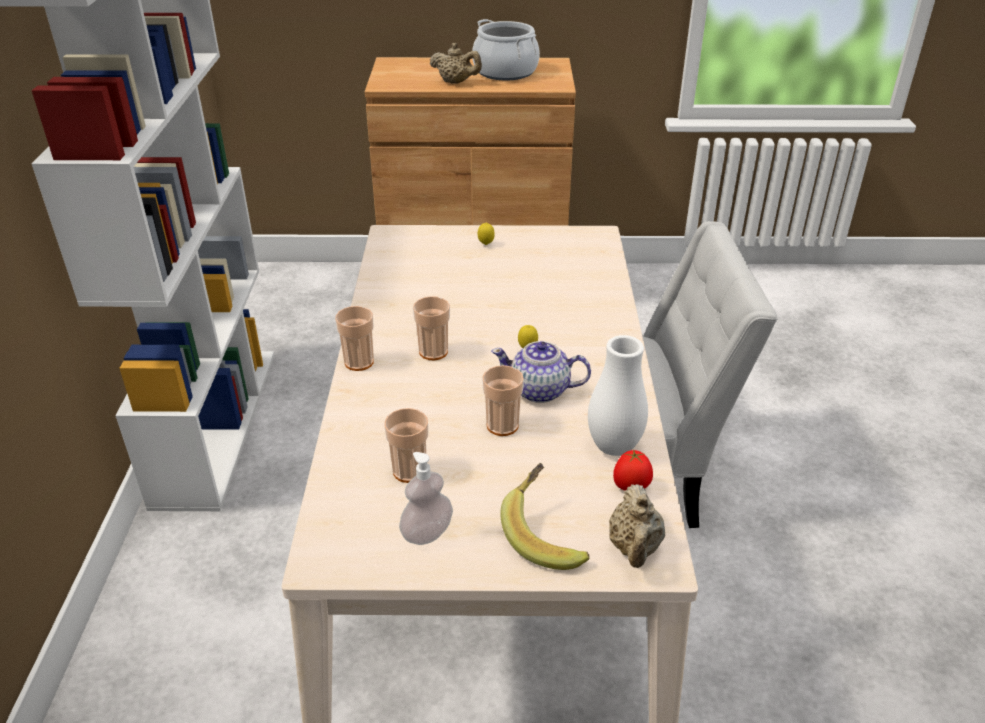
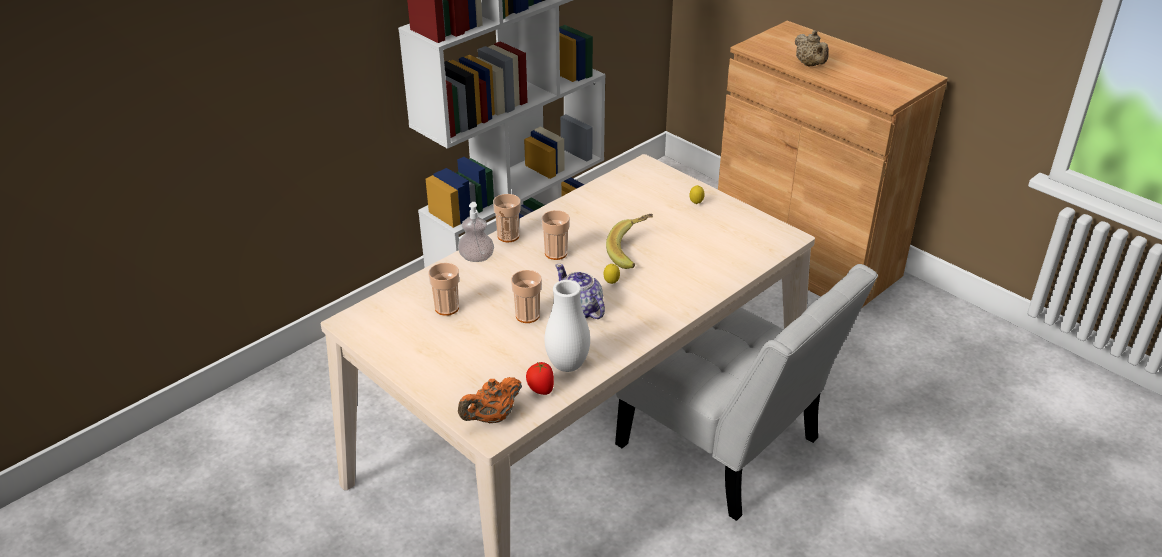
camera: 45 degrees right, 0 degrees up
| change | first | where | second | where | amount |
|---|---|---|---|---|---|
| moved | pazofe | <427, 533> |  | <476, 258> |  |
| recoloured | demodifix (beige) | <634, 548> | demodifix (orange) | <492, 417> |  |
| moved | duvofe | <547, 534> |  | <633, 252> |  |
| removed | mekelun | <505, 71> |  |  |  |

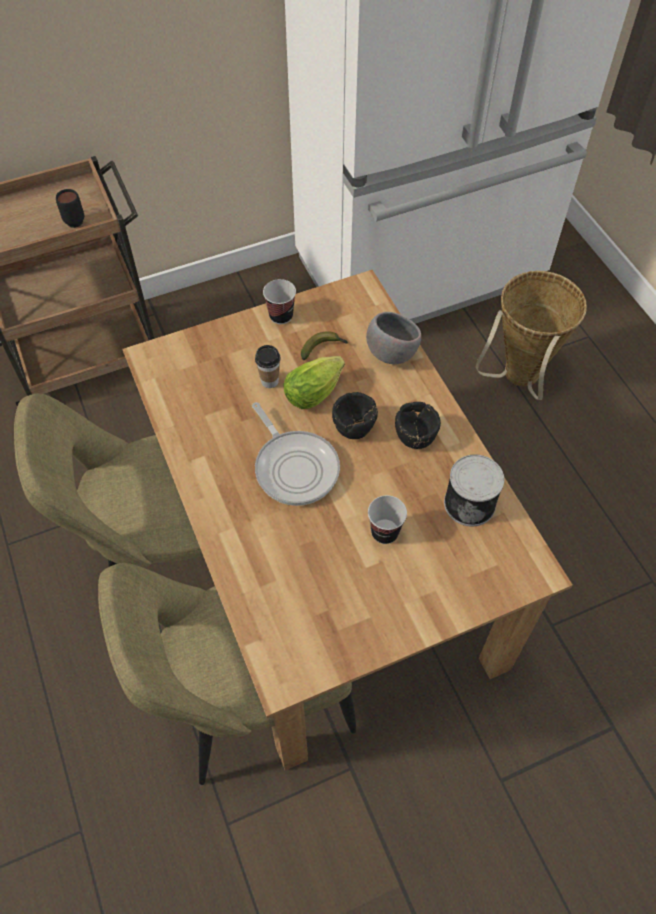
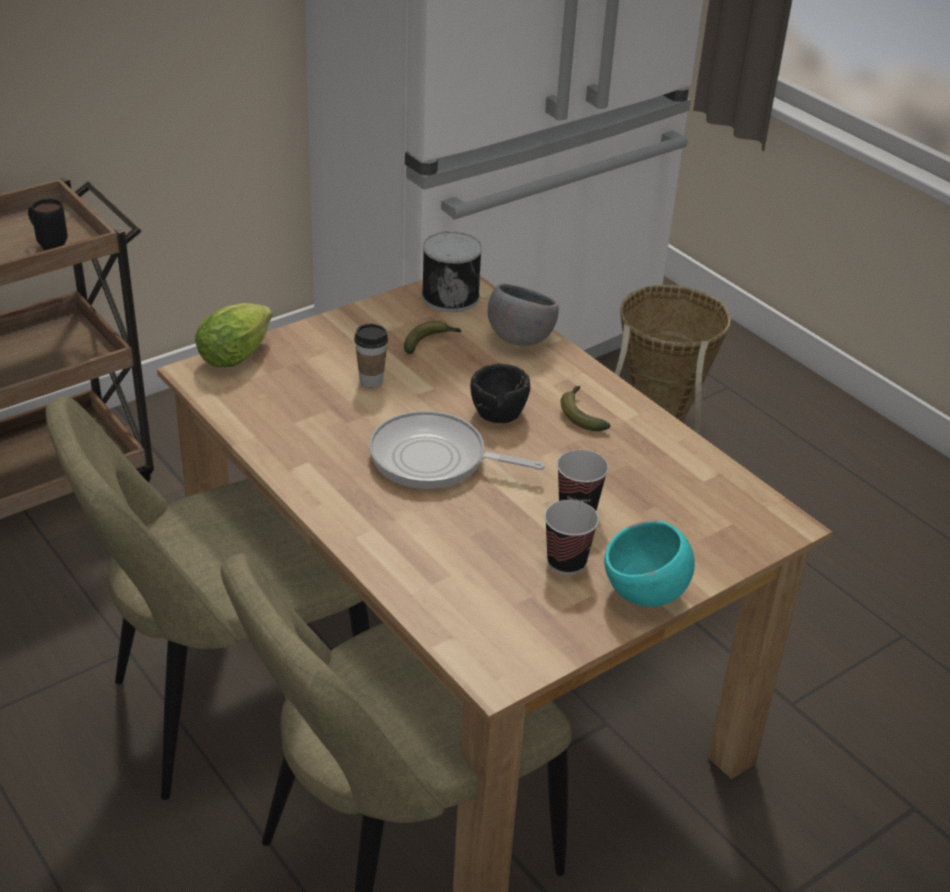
camera: 15 degrees left, 20 degrees down
| change | first | where | second | where | amount |
|---|---|---|---|---|---|
| moved | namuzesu | <316, 391> |  | <238, 354> |  |
| turned | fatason | <294, 467> |  | <435, 459> | 150 degrees clockwise |
| moved | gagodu | <470, 502> |  | <451, 296> |  |
| moved | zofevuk | <281, 316> |  | <566, 562> |  |
| replaced | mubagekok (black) | <415, 437> | duvofe | <581, 414> |  |
| added |  |  | mubagekok (turquoise) | <645, 594> |  |

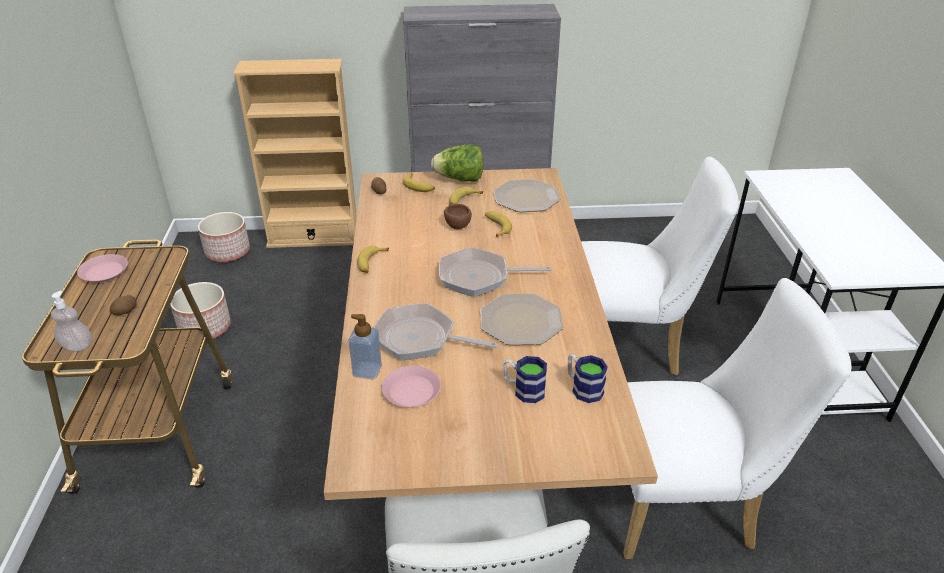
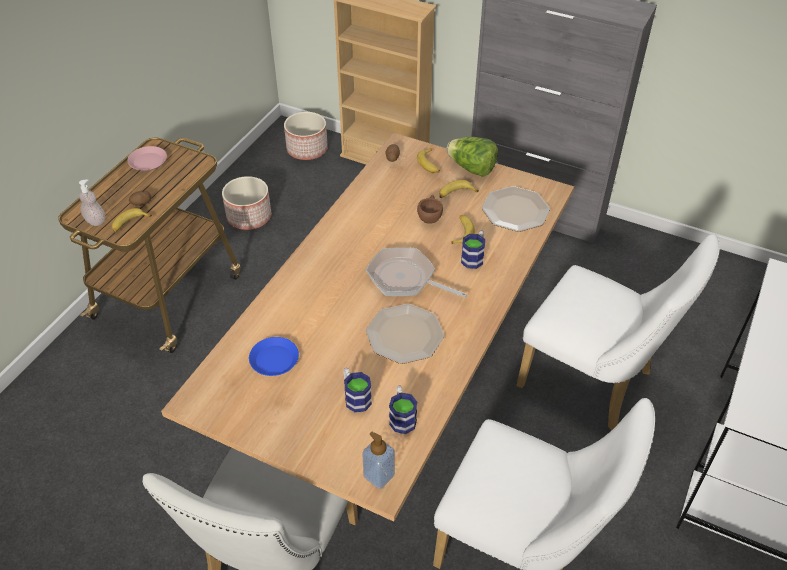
camera: 30 degrees right, 10 degrees up
| change | first | where | second | where | amount |
|---|---|---|---|---|---|
| moved | duvofe | <371, 263> |  | <129, 224> |  |
| recoloured | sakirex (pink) | <412, 391> | sakirex (blue) | <274, 360> |  |
| moved | pazofe | <367, 371> |  | <379, 475> |  |
| added |  |  | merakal | <474, 257> |  |
| removed | fatason | <420, 339> |  |  |  |

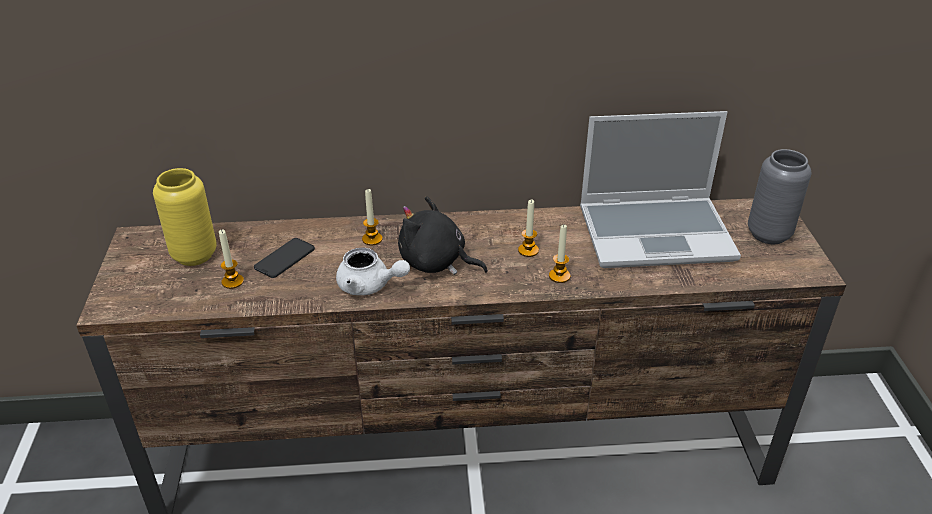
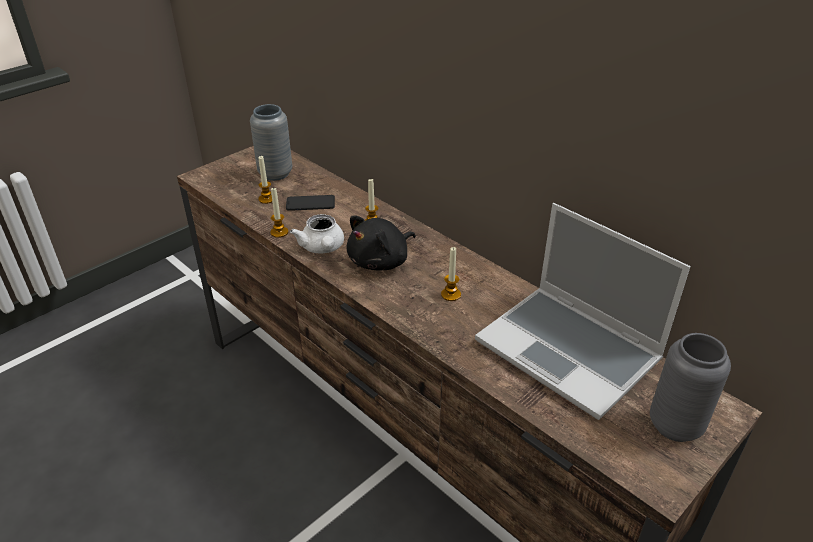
camera: 50 degrees right, 0 degrees up
| change | first | where | second | where | amount |
|---|---|---|---|---|---|
| recoloured | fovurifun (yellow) | <194, 255> | fovurifun (grey) | <275, 174> |  |
| moved | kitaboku | <559, 276> |  | <279, 232> |  |
| turned | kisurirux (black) | <436, 263> |  | <381, 261> | 120 degrees counterclockwise |

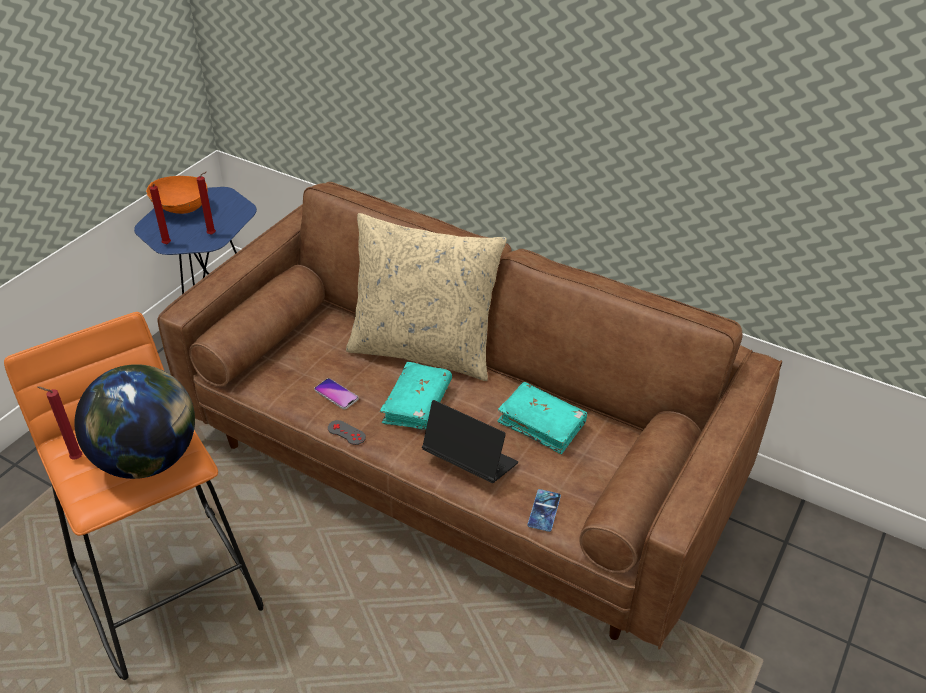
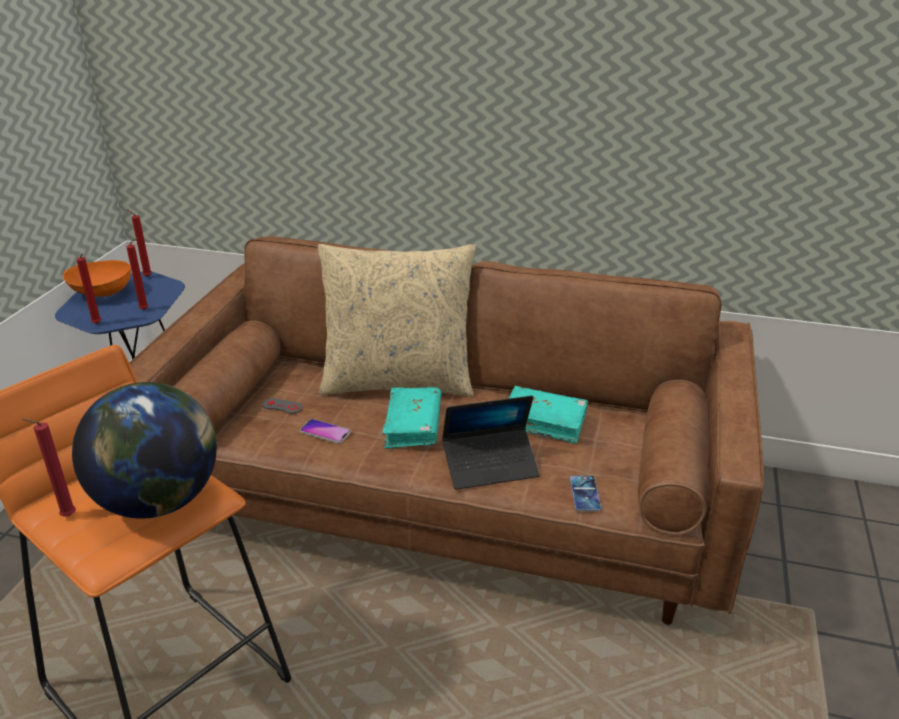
camera: 15 degrees left, 10 degrees down
| change | first | where | second | where | amount |
|---|---|---|---|---|---|
| added |  |  | kitaboku (red) | <146, 276> |  |
| moved | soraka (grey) | <346, 432> |  | <282, 406> |  |
| turned | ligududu | <469, 462> |  | <490, 466> | 150 degrees clockwise |

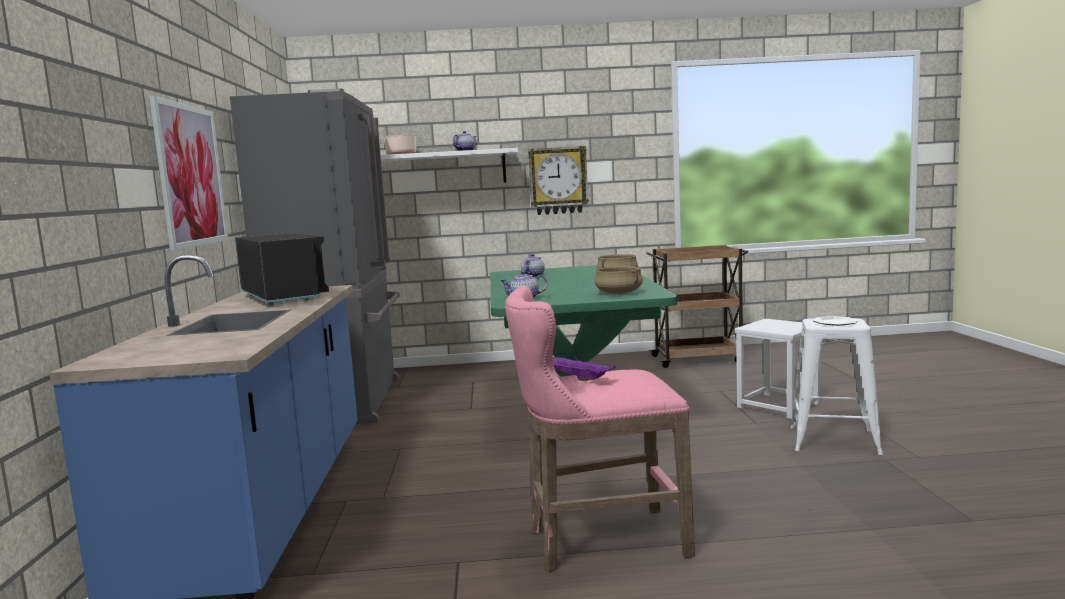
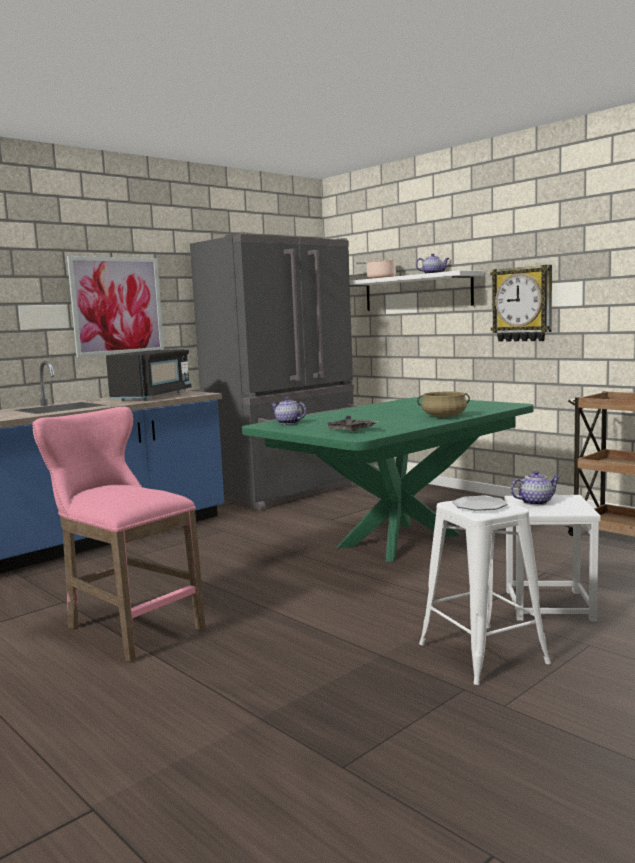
camera: 50 degrees right, 0 degrees up
| change | first | where | second | where | amount |
|---|---|---|---|---|---|
| replaced | mekelun (beige) | <619, 293> | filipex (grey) | <351, 430> |  |
| moved | demodifix | <533, 276> |  | <535, 502> |  |
| removed | filipex (purple) | <577, 378> |  |  |  |

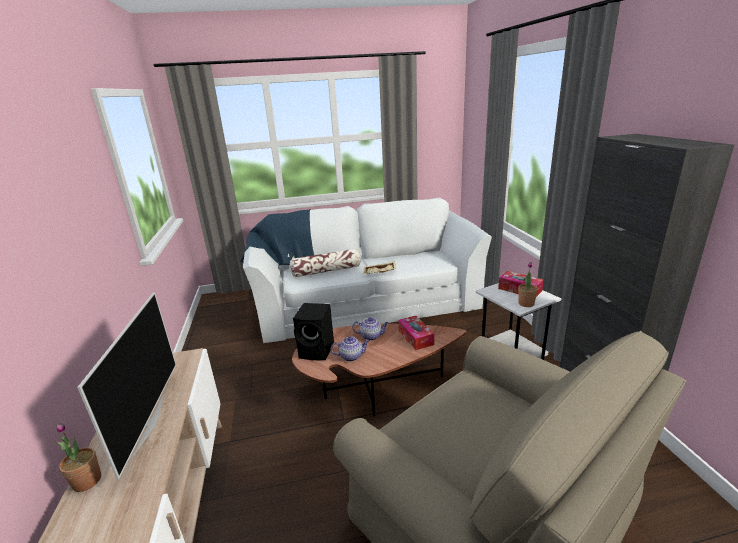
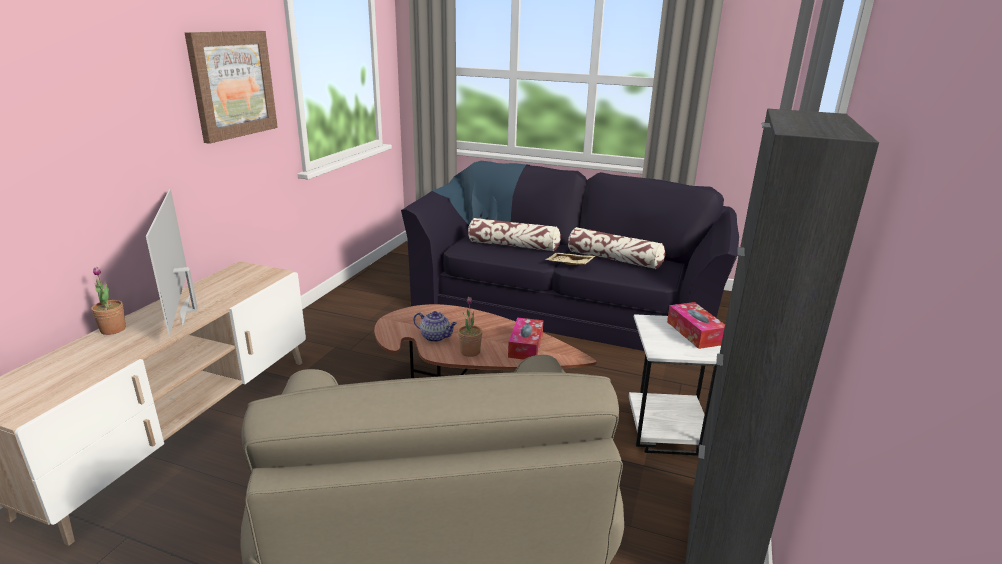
camera: 30 degrees right, 0 degrees up
| change | first | where | second | where | amount |
|---|---|---|---|---|---|
| turned | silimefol | <148, 424> |  | <189, 310> | 135 degrees clockwise |
| added |  |  | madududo | <232, 84> |  |
| recoloured | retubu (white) | <365, 301> | retubu (black) | <564, 303> |  |
| moved | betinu | <526, 303> |  | <470, 352> |  |
| added |  |  | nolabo | <614, 259> |  |
| removed | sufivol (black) | <318, 350> |  |  |  |
| removed | demodifix | <371, 336> |  |  |  |

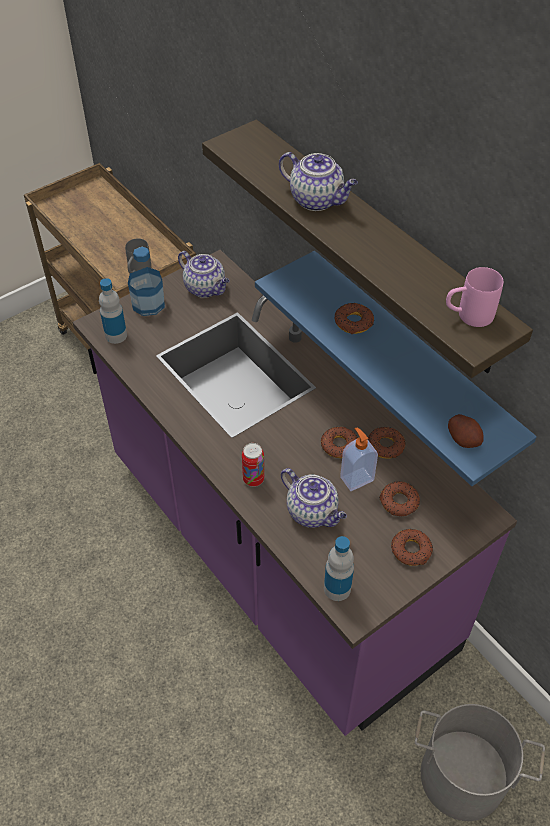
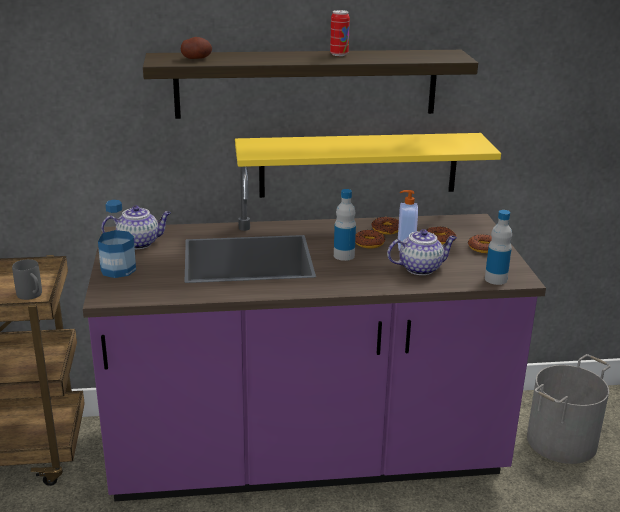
camera: 60 degrees left, 25 degrees down
| change | first | where | second | where | amount |
|---|---|---|---|---|---|
| moved | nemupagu | <464, 439> |  | <196, 58> |  |
| recoloured | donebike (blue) | <411, 362> | donebike (yellow) | <358, 165> |  |
| moved | gagodu | <253, 479> |  | <339, 54> |  |
| moved | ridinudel | <116, 335> |  | <344, 255> |  |
| removed | demodifix | <317, 200> |  |  |  |
| removed | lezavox | <353, 322> |  |  |  |
| removed | merakal (pink) | <467, 316> |  |  |  |

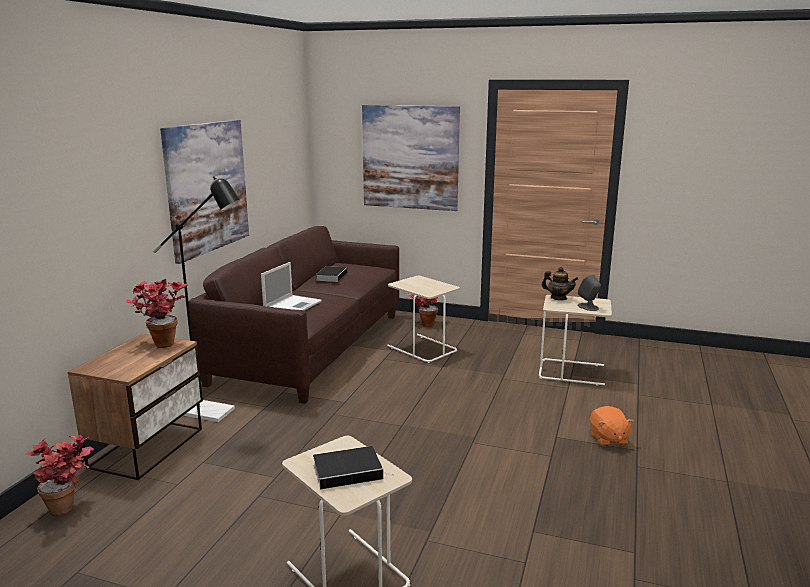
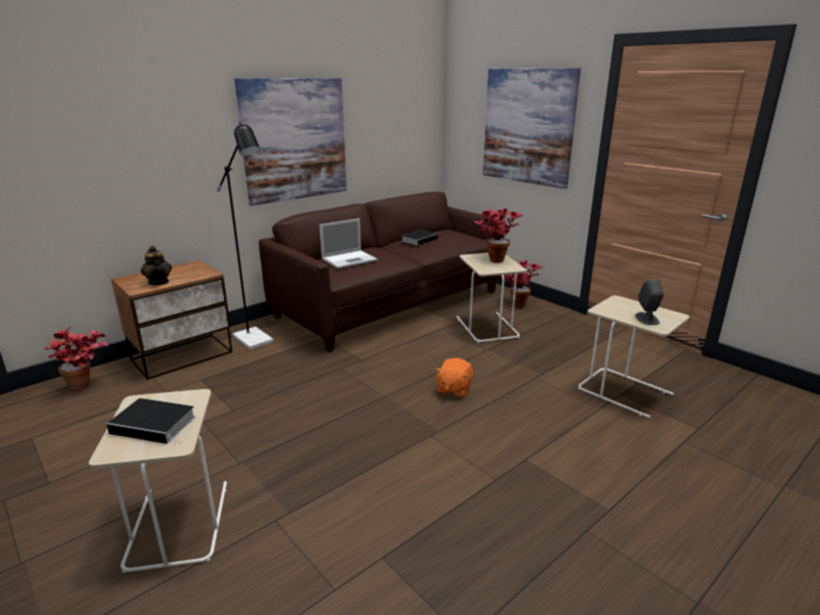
camera: 30 degrees right, 5 degrees up
| change | first | where | second | where | amount |
|---|---|---|---|---|---|
| moved | demodifix | <558, 298> |  | <159, 282> |  |
| moved | kisurirux (orange) | <608, 439> |  | <453, 389> |  |
| moved | betinu | <161, 342> |  | <494, 259> |  |

